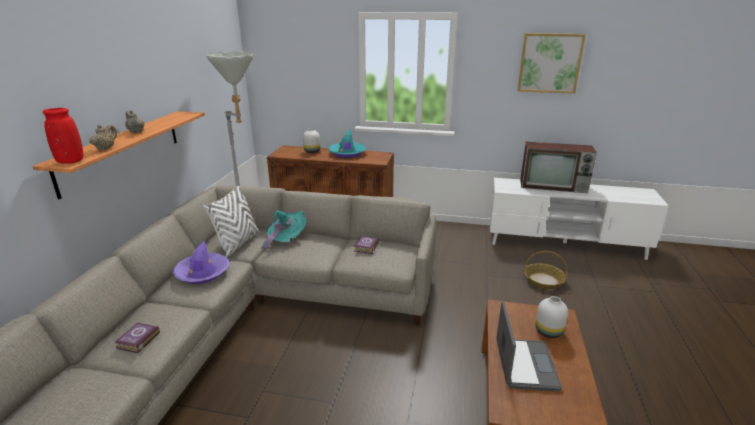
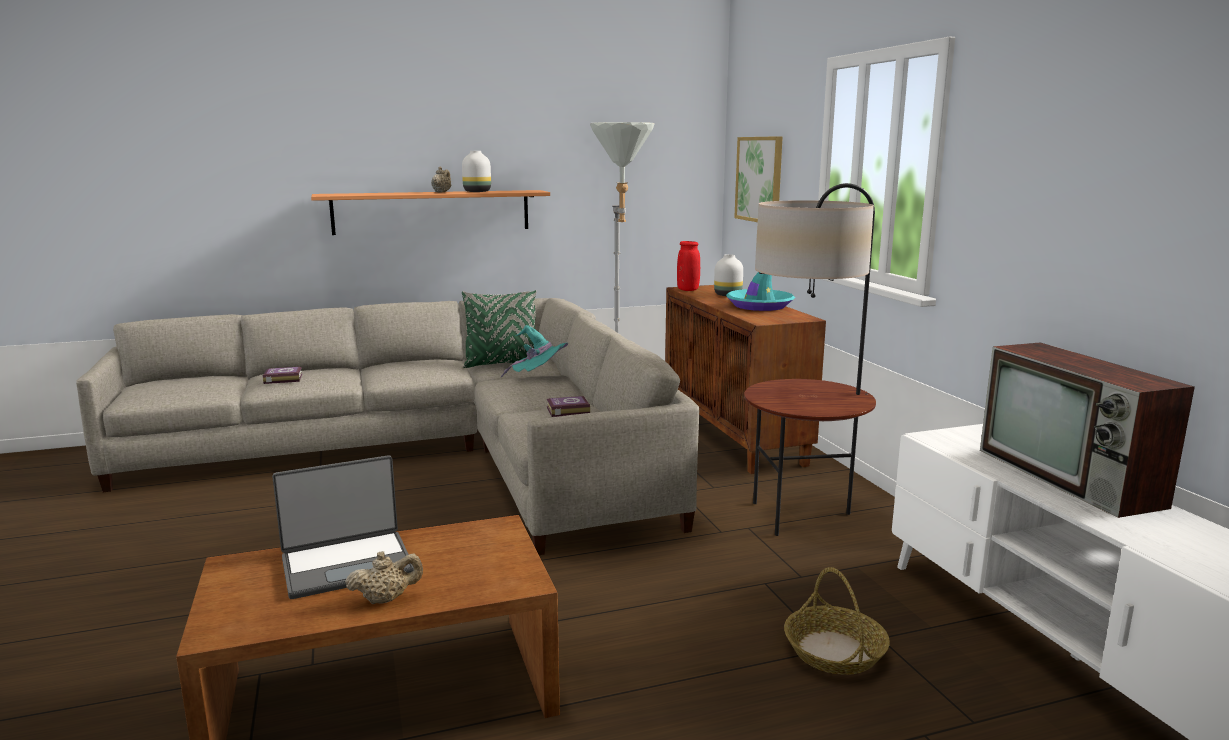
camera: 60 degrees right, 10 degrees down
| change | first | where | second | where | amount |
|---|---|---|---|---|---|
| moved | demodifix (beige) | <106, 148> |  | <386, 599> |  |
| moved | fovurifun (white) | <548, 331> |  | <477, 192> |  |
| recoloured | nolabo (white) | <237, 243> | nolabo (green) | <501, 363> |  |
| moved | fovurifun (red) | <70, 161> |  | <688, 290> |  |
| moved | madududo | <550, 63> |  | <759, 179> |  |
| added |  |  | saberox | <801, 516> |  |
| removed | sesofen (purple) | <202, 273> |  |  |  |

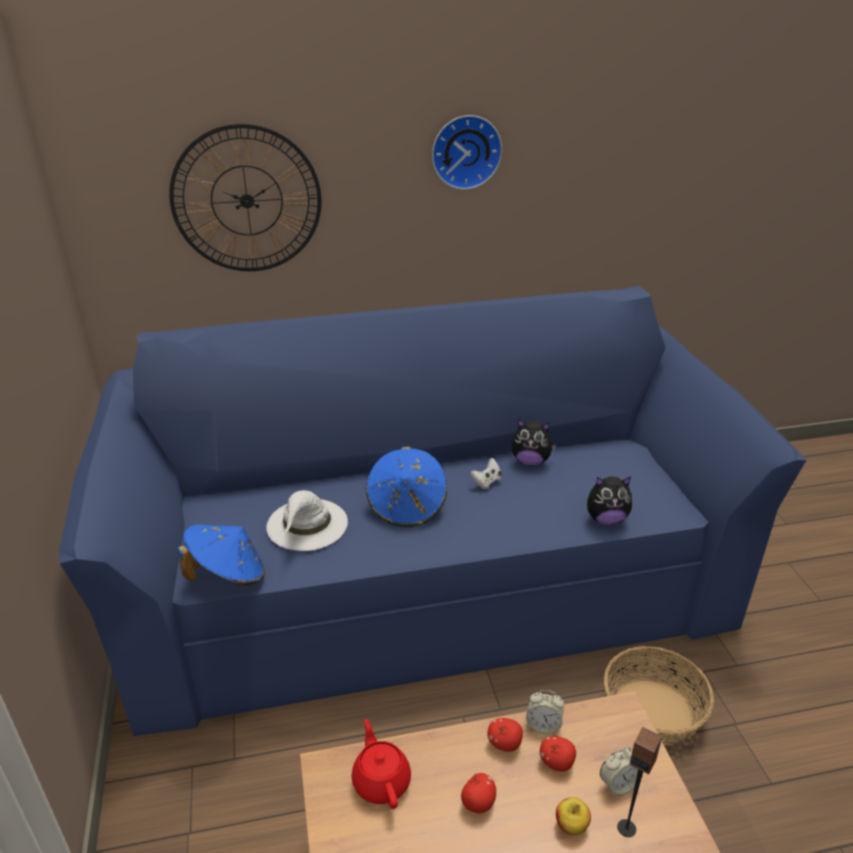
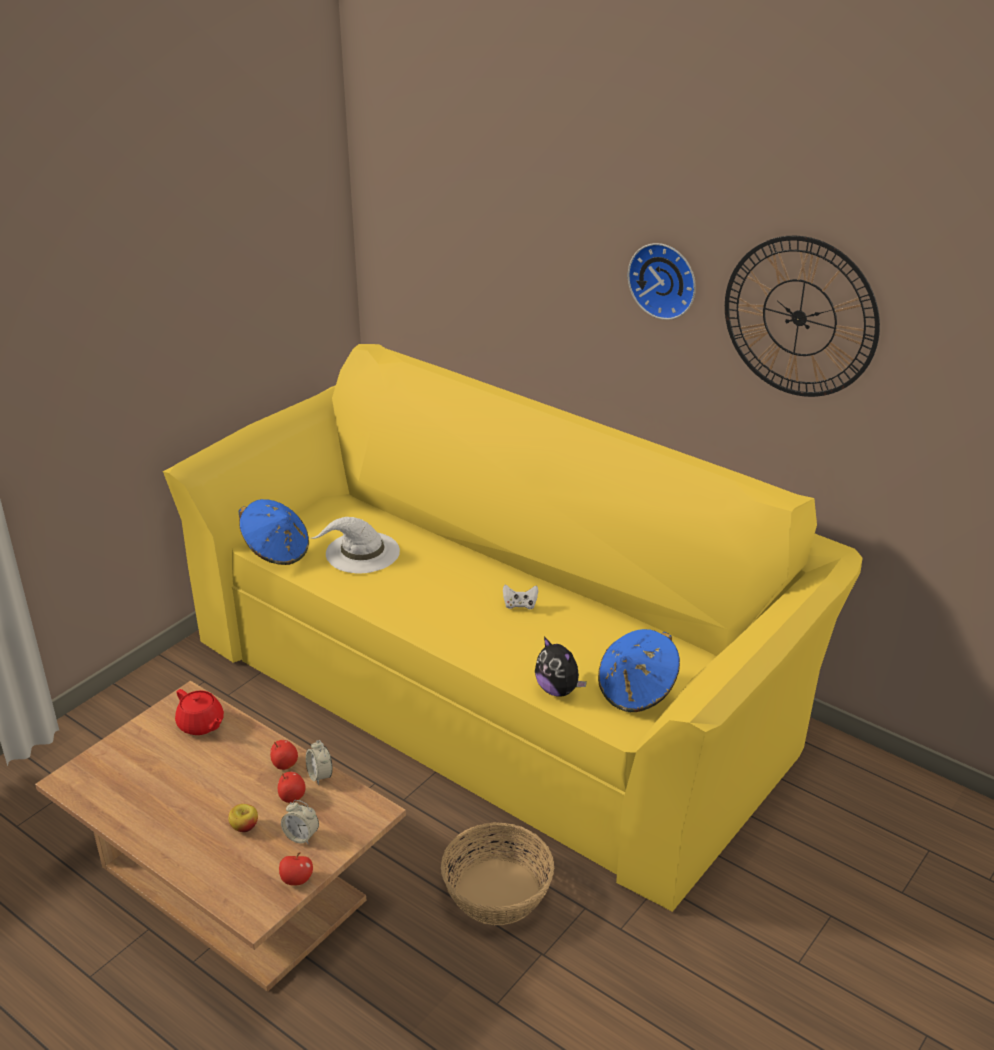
camera: 50 degrees right, 0 degrees up
| change | first | where | second | where | amount |
|---|---|---|---|---|---|
| recoloured | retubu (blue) | <425, 575> | retubu (yellow) | <499, 683> |  |
| turned | demodifix (red) | <381, 780> |  | <201, 724> | 105 degrees clockwise |
| moved | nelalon | <478, 803> |  | <296, 880> |  |
| moved | sesofen (blue) | <407, 506> |  | <637, 691> |  |
| moved | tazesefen | <247, 200> |  | <799, 317> |  |
| removed | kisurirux | <530, 461> |  |  |  |
| removed | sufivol | <626, 828> |  |  |  |

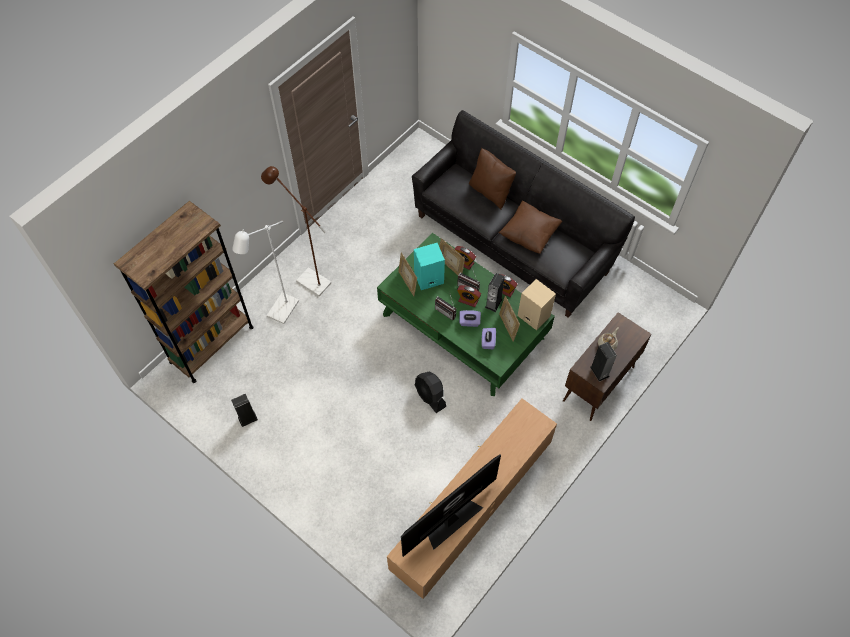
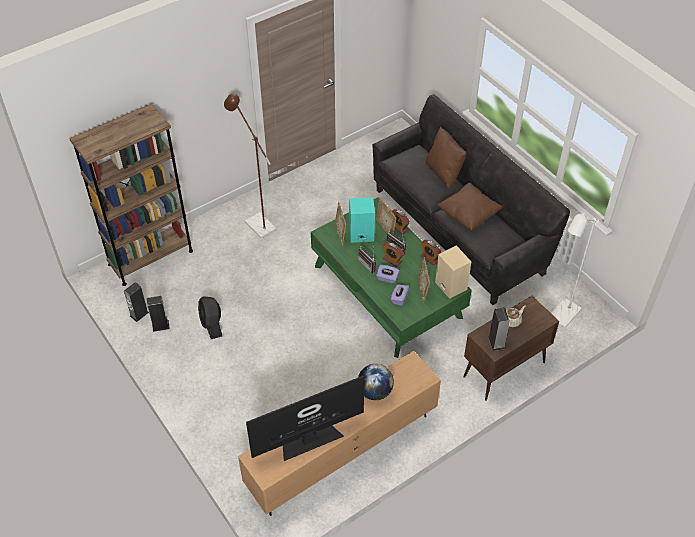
camera: 15 degrees right, 10 degrees down
| change | first | where | second | where | amount |
|---|---|---|---|---|---|
| moved | sufivol | <493, 303> |  | <139, 314> |  |
| moved | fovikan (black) | <430, 396> |  | <212, 324> |  |
| added |  |  | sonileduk | <375, 391> |  |
| moved | saberox (white) | <280, 313> |  | <561, 317> |  |

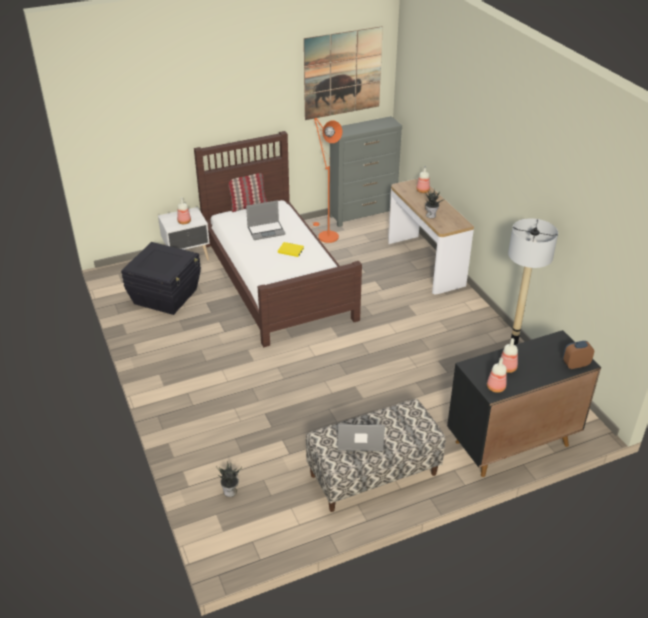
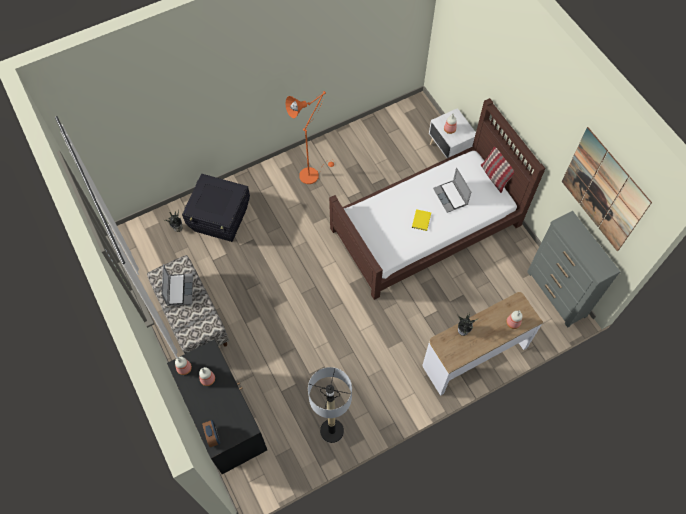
camera: 85 degrees right, 25 degrees up
| change | first | where | second | where | amount |
|---|---|---|---|---|---|
| moved | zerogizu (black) | <166, 296> |  | <221, 220> |  |
| moved | saberox (orange) | <325, 235> |  | <312, 173> |  |

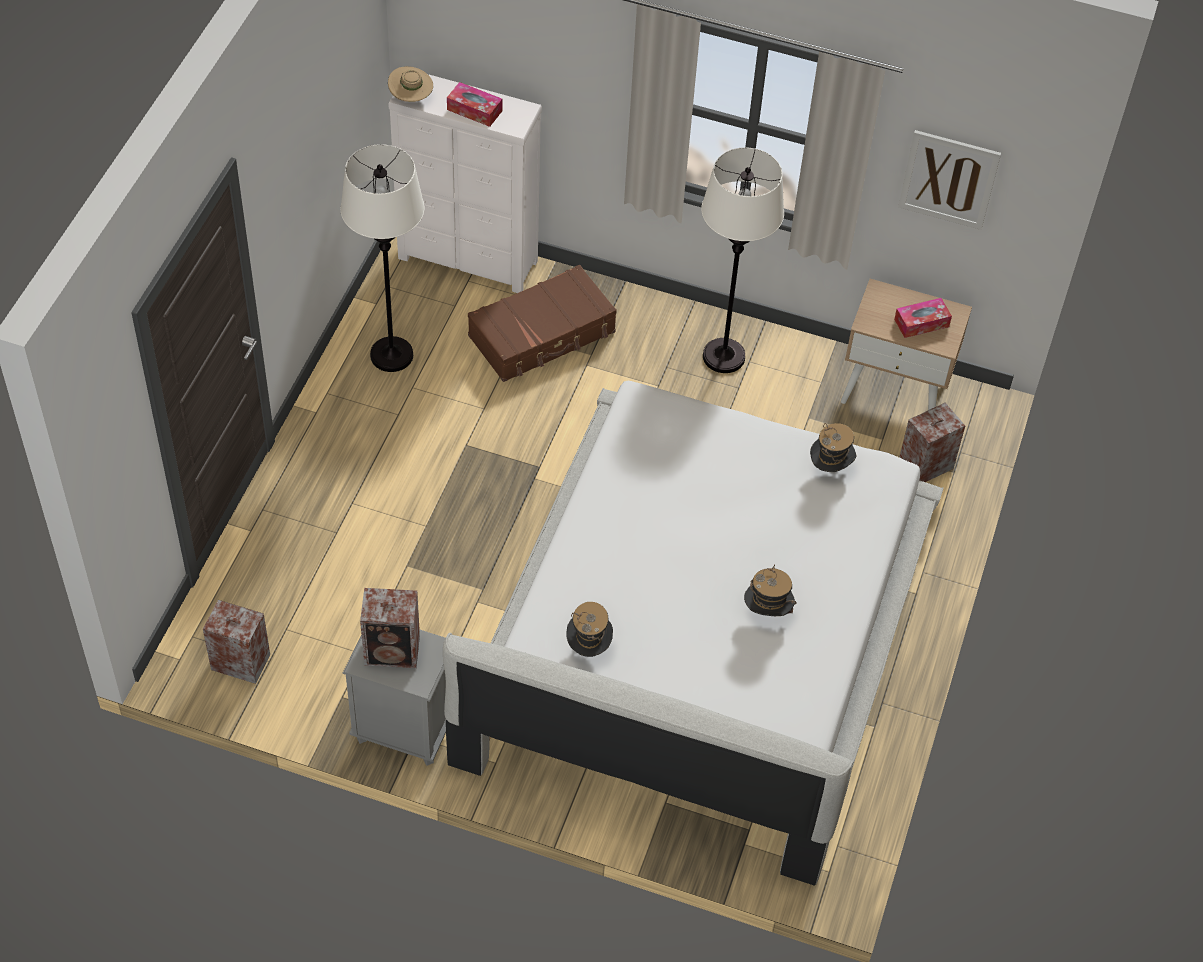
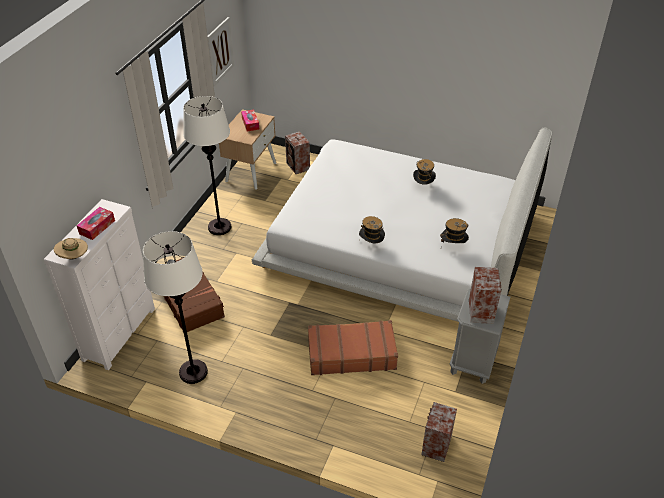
camera: 85 degrees left, 10 degrees down
| change | first | where | second | where | amount |
|---|---|---|---|---|---|
| added |  |  | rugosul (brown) | <351, 354> |  |
| moved | sesofen | <830, 468> |  | <371, 244> |  |

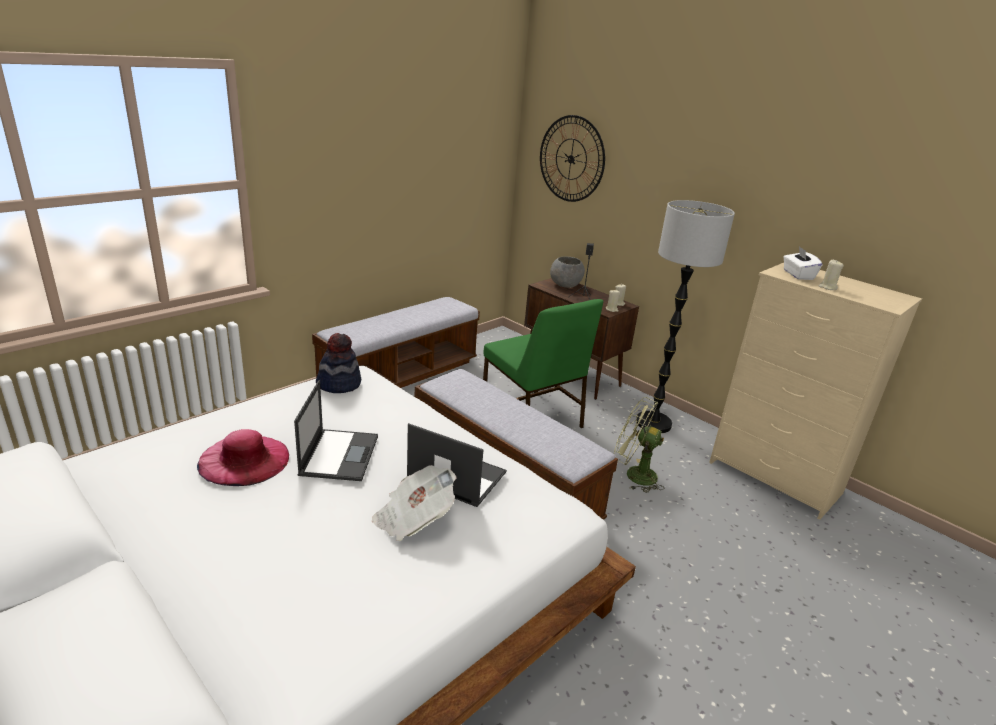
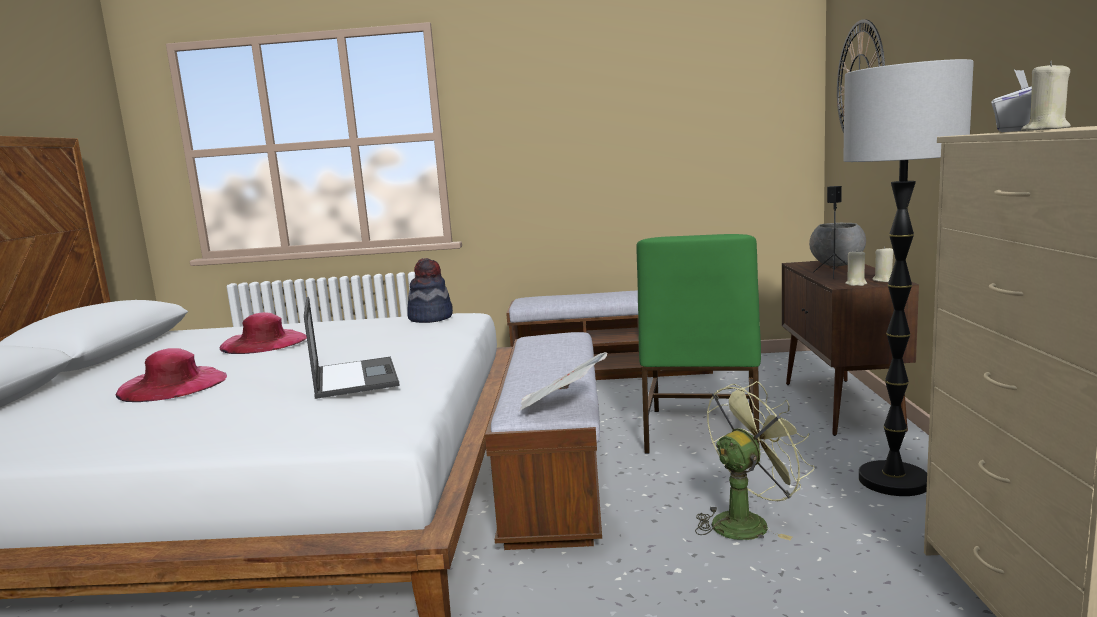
camera: 50 degrees right, 15 degrees down
| change | first | where | second | where | amount |
|---|---|---|---|---|---|
| added |  |  | sesofen (pink) | <172, 384> |  |
| moved | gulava | <413, 519> |  | <561, 406> |  |
| turned | fovikan (green) | <634, 474> |  | <747, 522> | 75 degrees clockwise |
| removed | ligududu | <339, 454> |  |  |  |

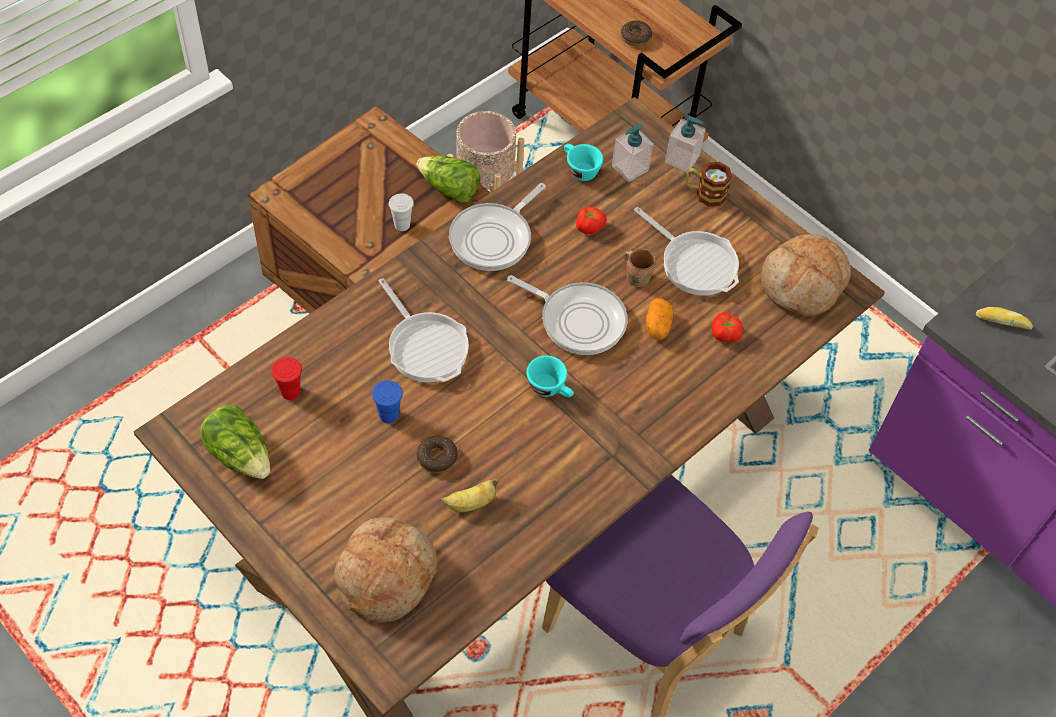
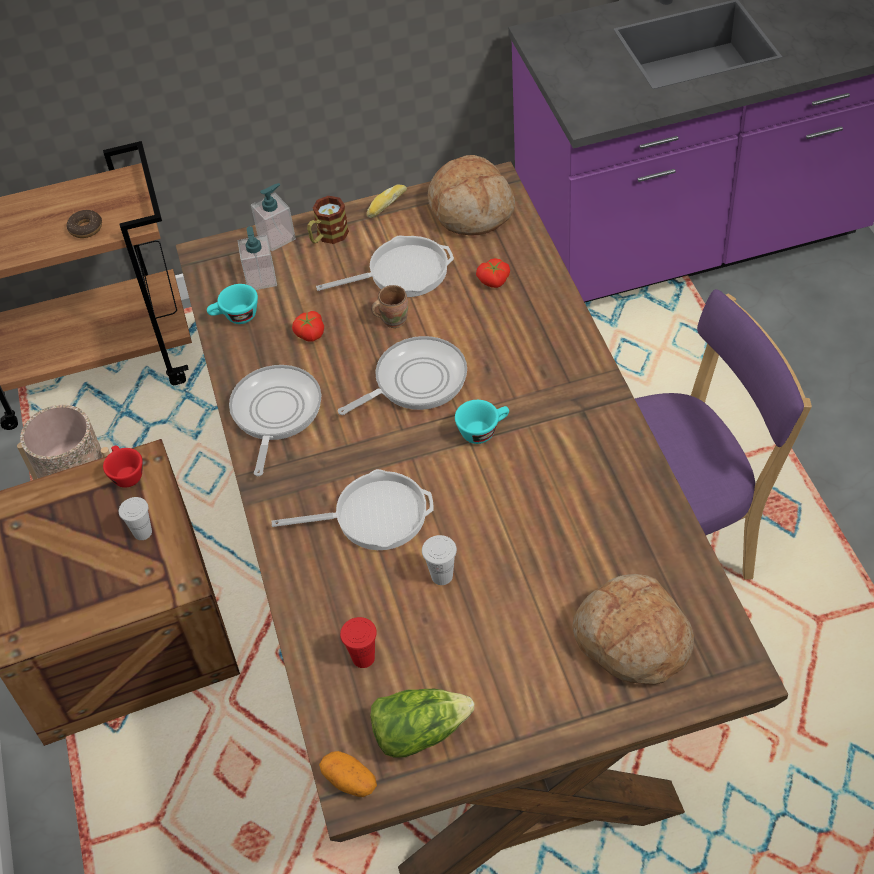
camera: 55 degrees left, 5 degrees down
| change | first | where | second | where | amount |
|---|---|---|---|---|---|
| replaced | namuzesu | <449, 189> | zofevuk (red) | <125, 474> |  |
| turned | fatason | <494, 238> |  | <275, 413> | 150 degrees counterclockwise |
| moved | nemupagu | <657, 326> |  | <350, 781> |  |
| moved | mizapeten | <1002, 321> |  | <386, 204> |  |
| recoloured | zofevuk (blue) | <388, 415> | zofevuk (white) | <442, 576> |  |
| removed | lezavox | <437, 458> |  |  |  |
| removed | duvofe | <470, 503> |  |  |  |

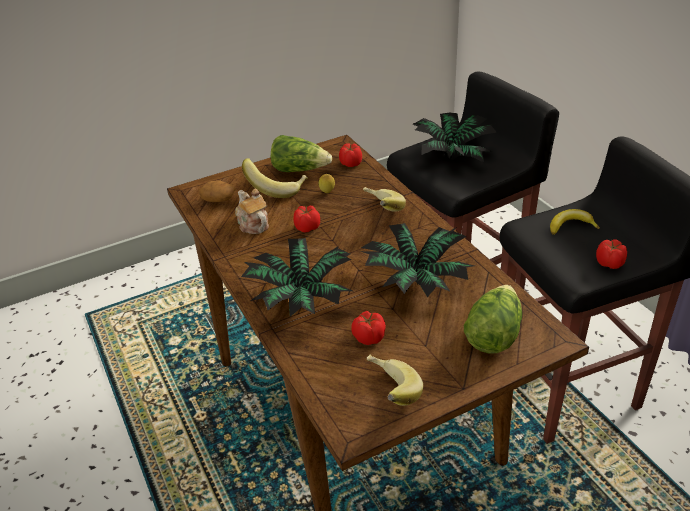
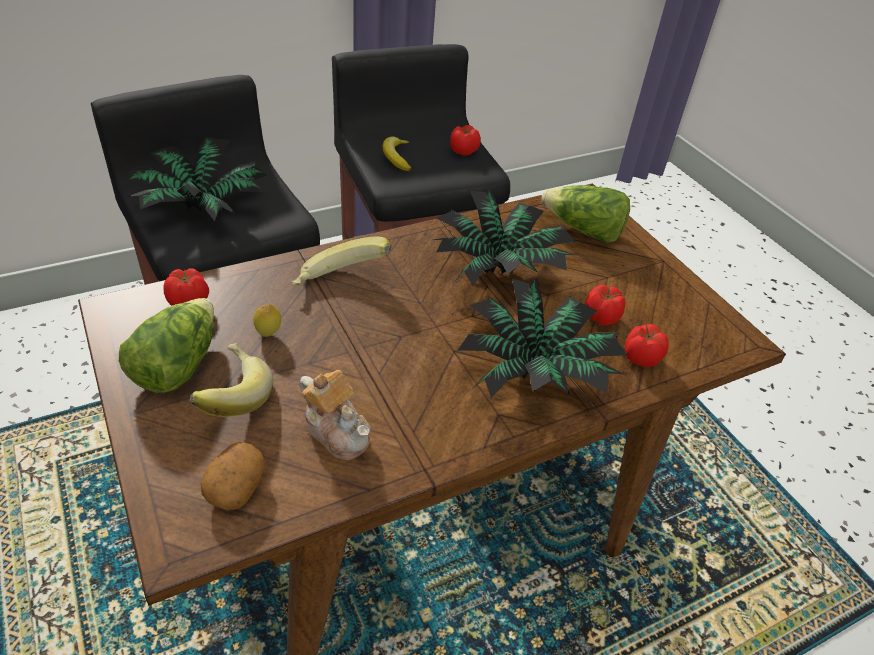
camera: 95 degrees left, 5 degrees up
| change | first | where | second | where | amount |
|---|---|---|---|---|---|
| turned | demodifix | <252, 224> |  | <337, 431> | 105 degrees counterclockwise |
| moved | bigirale | <307, 227> |  | <640, 358> |  |
| removed | duvofe | <388, 394> |  |  |  |

